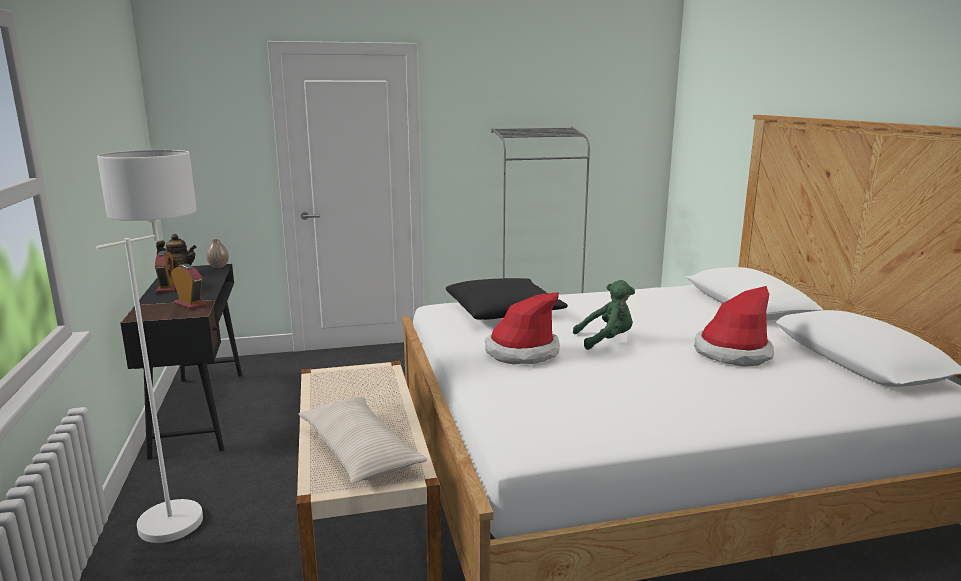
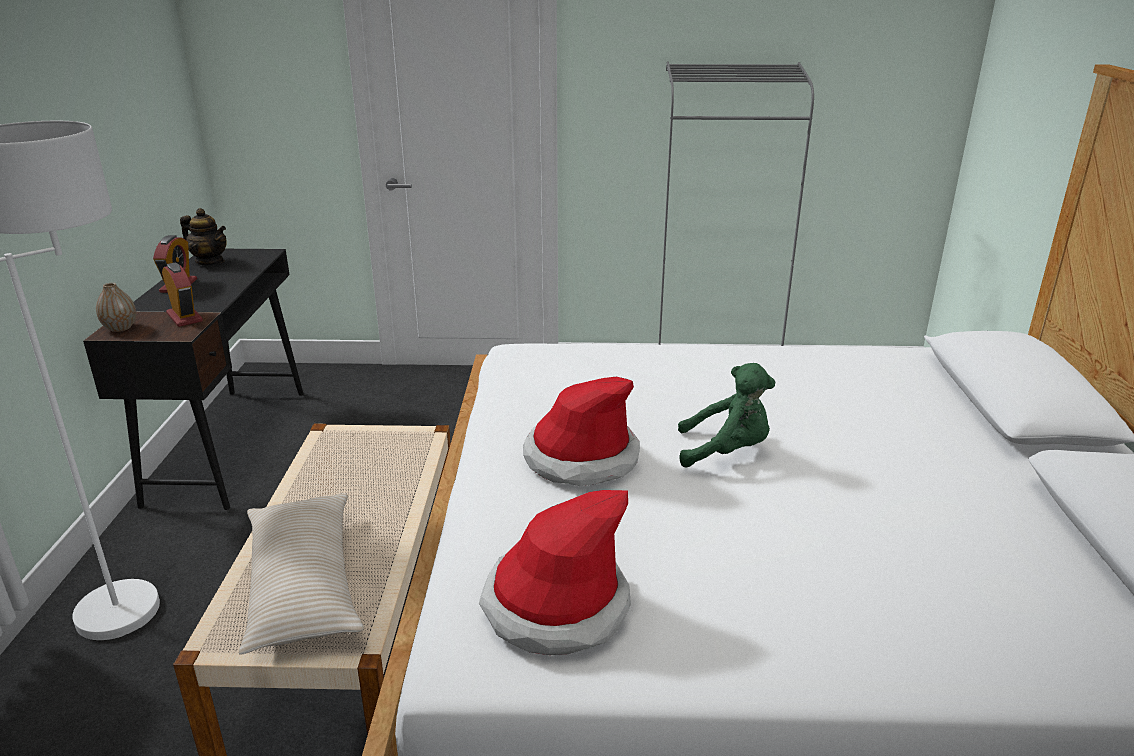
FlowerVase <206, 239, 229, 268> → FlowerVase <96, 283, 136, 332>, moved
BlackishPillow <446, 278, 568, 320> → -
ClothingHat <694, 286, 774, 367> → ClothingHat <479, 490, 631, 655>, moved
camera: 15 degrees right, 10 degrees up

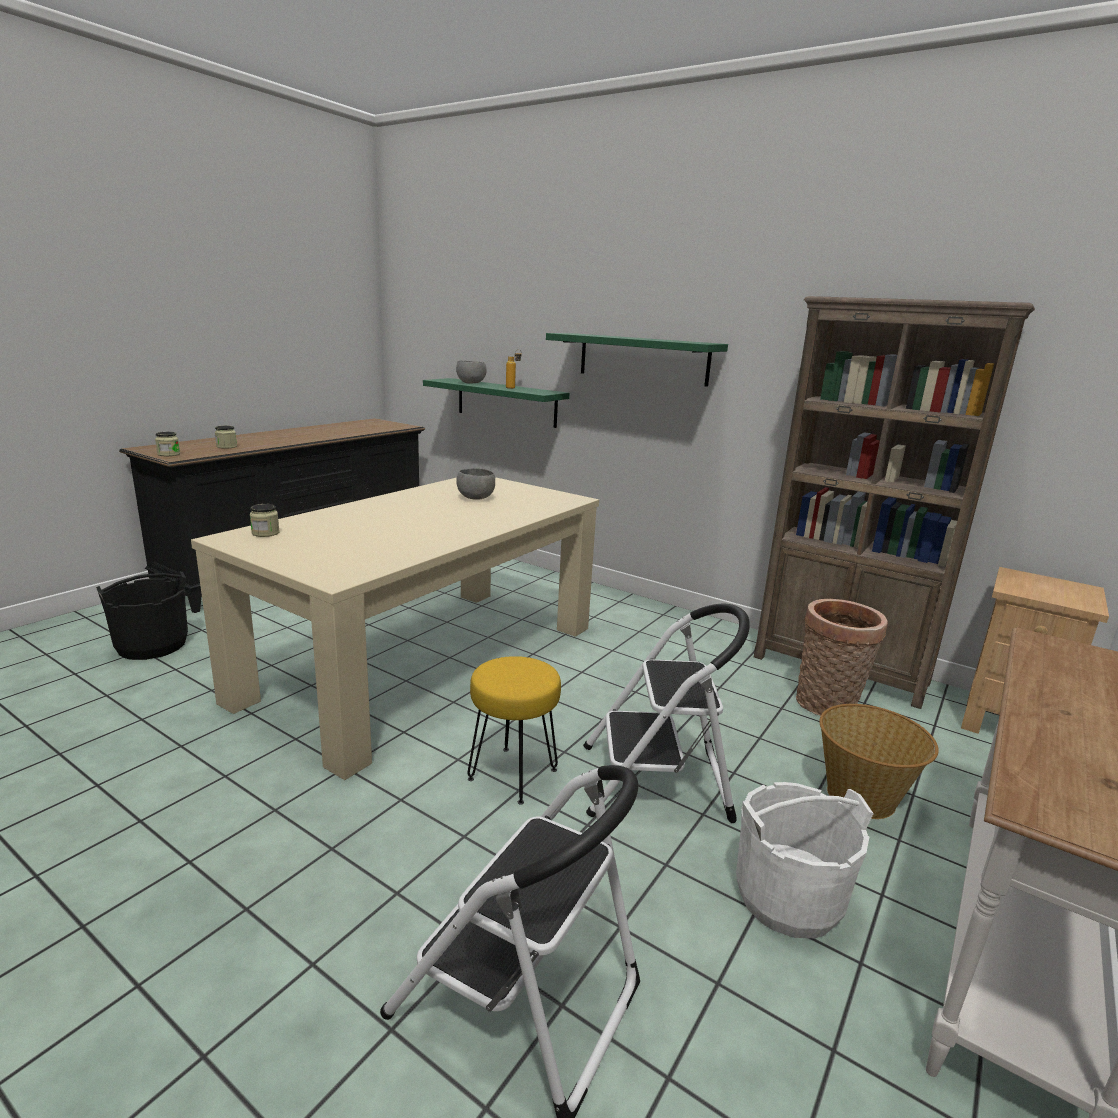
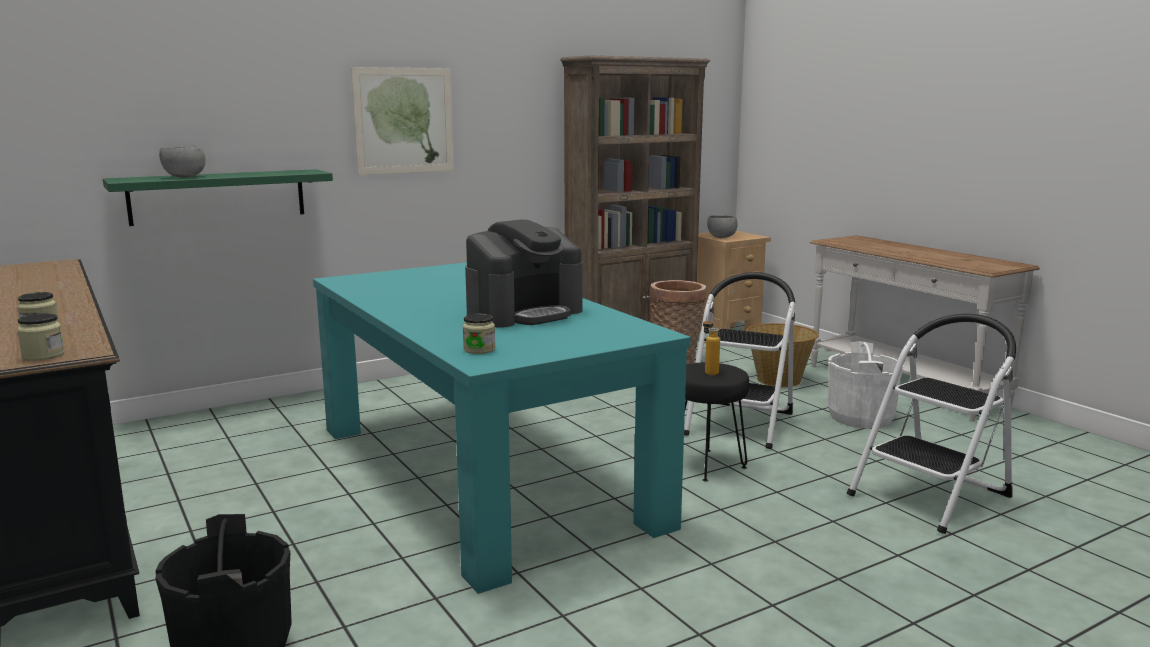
GreenShelf <546, 333, 728, 387> → Picture <351, 67, 454, 175>
BeverageBottle <506, 349, 522, 389> → BeverageBottle <703, 316, 720, 375>, moved
GrayBowl <456, 468, 495, 500> → GrayBowl <707, 215, 738, 238>, moved
BeigeDiningTable <191, 477, 599, 780> → TurquoiseDiningTable <313, 262, 691, 594>
YellowColouredStool <467, 656, 561, 805> → BlackishStool <685, 362, 749, 482>
- → CoffeeMaker <465, 220, 583, 328>
camera: 65 degrees left, 5 degrees down

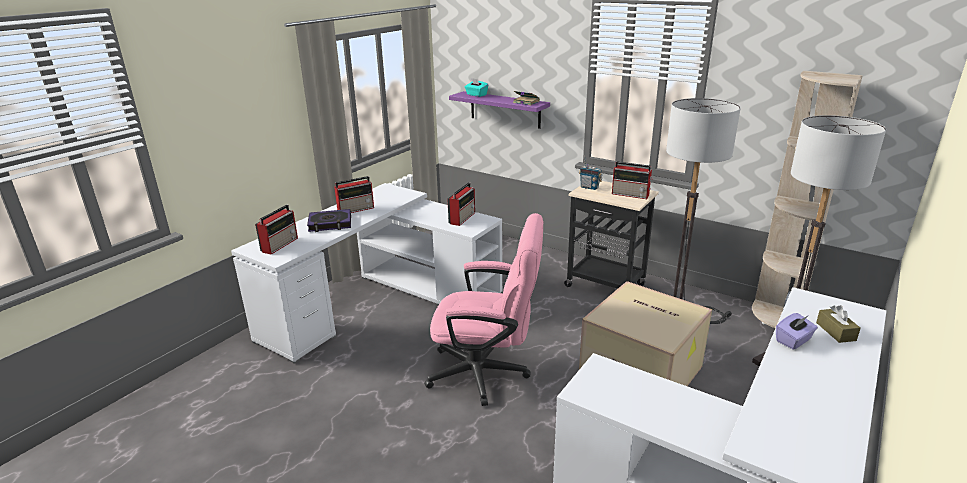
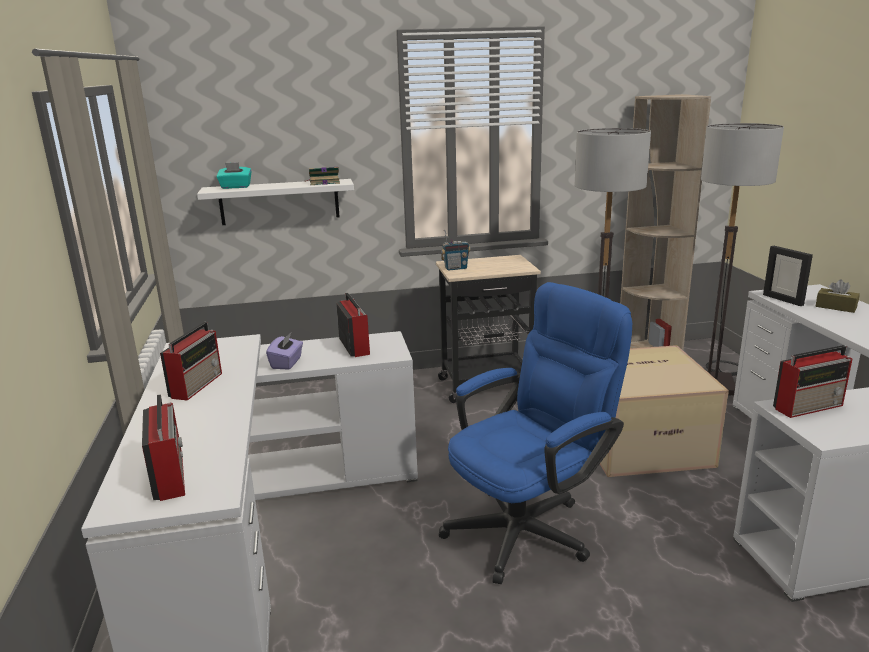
PurpleShelf <449, 91, 550, 129> → WhiteColouredShelf <197, 179, 354, 225>
RadioSet <612, 161, 653, 199> → RadioSet <773, 345, 852, 418>, moved
Volume <307, 209, 351, 232> → -
PinkishComputerChair <424, 213, 543, 406> → BlueComputerChair <439, 282, 632, 584>
PurpleBoxOfTissues <776, 313, 818, 350> → PurpleBoxOfTissues <266, 333, 303, 369>, moved
- → PhotoFrame <763, 246, 813, 306>
camera: 45 degrees left, 5 degrees down

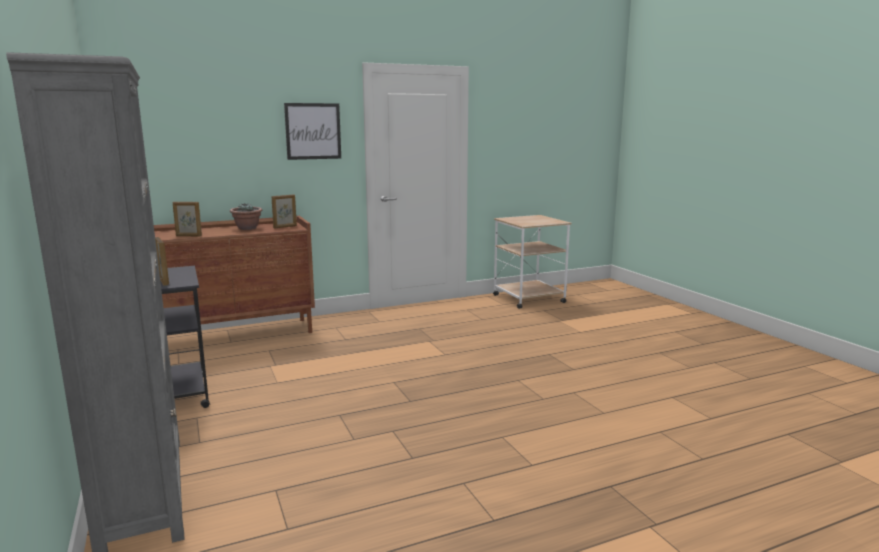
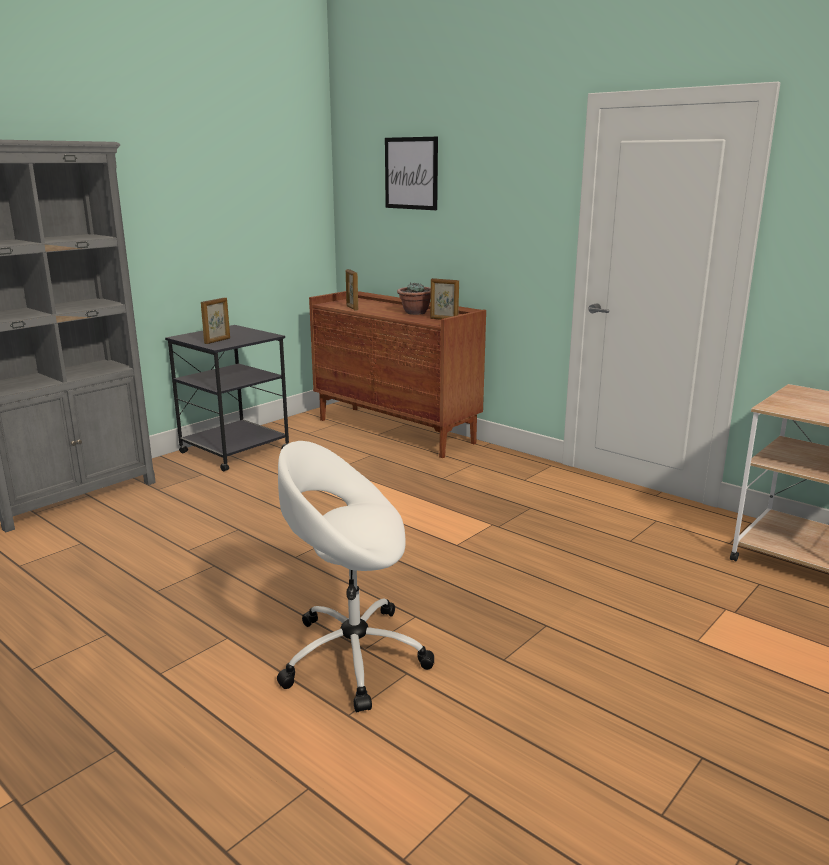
Picture <284, 103, 341, 160> → Picture <385, 137, 438, 210>, moved
- → WhiteColouredComputerChair <277, 441, 434, 712>
camera: 65 degrees right, 5 degrees up

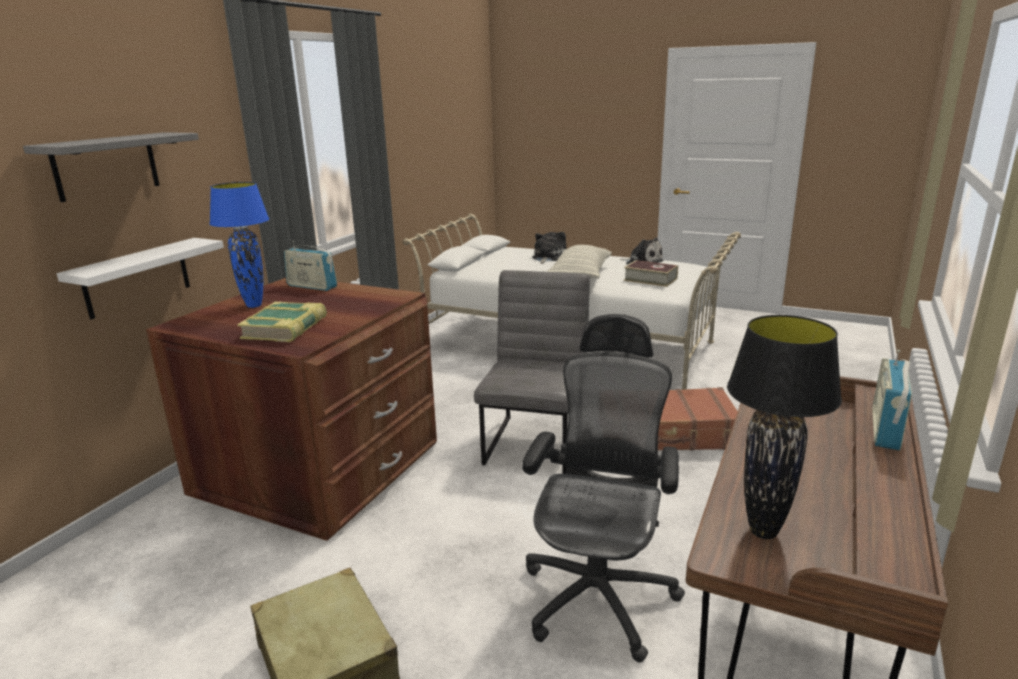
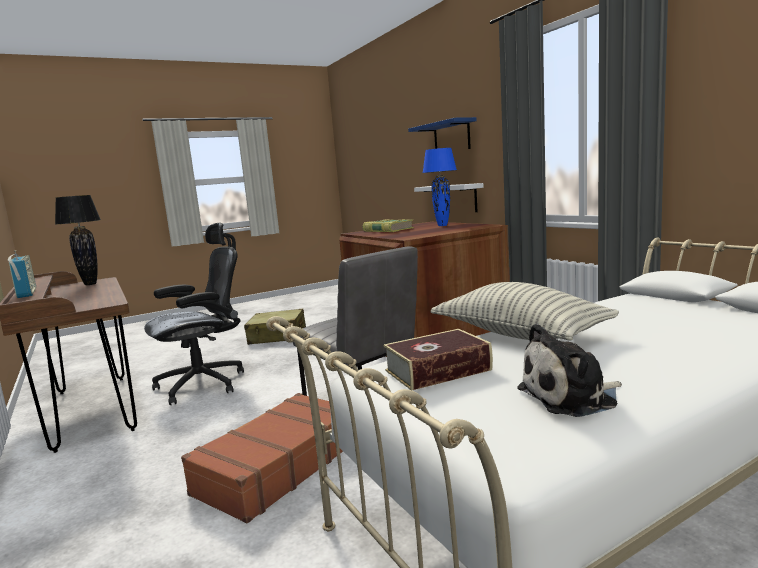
GrayShelf <23, 132, 199, 202> → BlueShelf <408, 117, 477, 149>
SoftToy <532, 232, 567, 264> → -
RadioSet <284, 241, 337, 291> → -
ComputerChair <522, 314, 685, 663> → ComputerChair <144, 223, 244, 405>, 90 degrees counterclockwise
camera: 125 degrees right, 10 degrees down

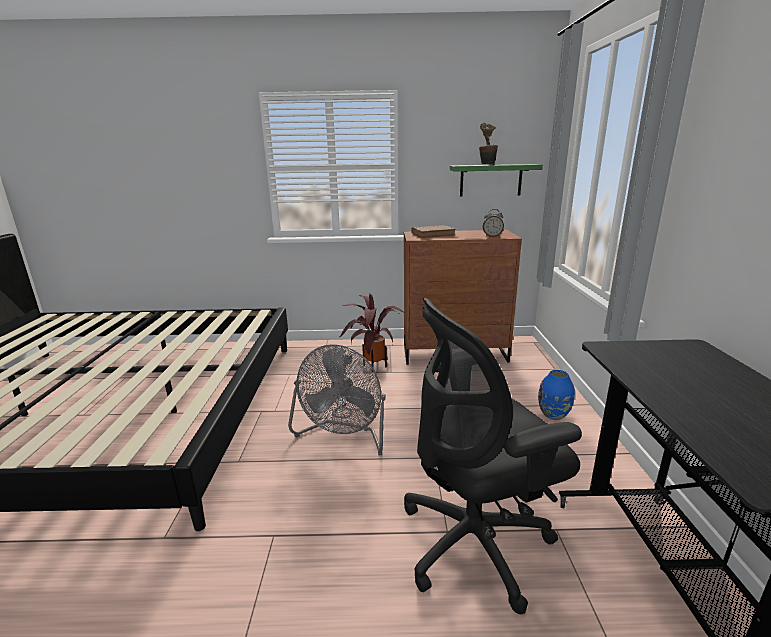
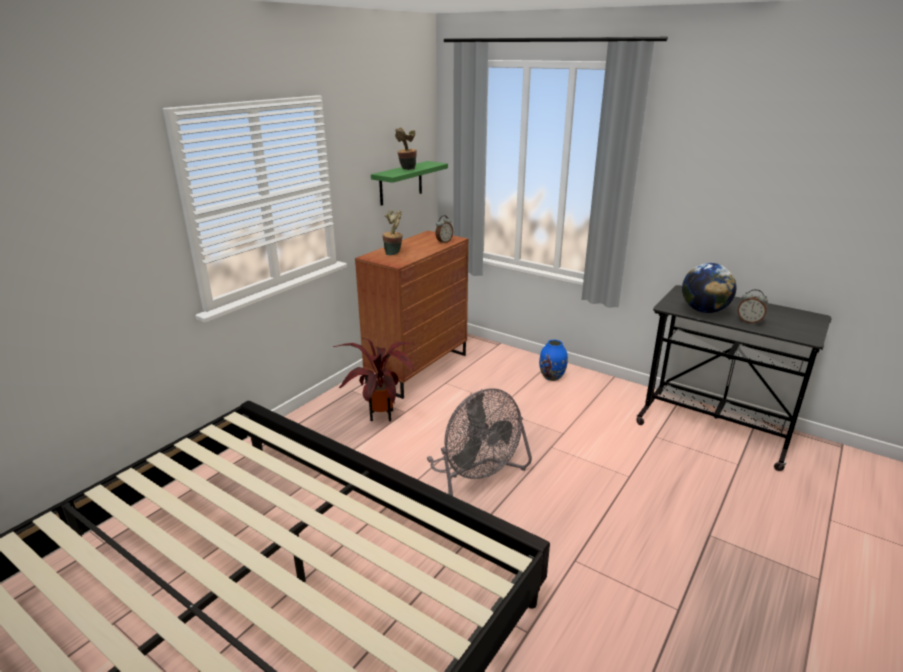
BrownColouredVolume <412, 225, 456, 238> → PlantInAPot <382, 210, 403, 256>
BlackishComputerChair <404, 298, 582, 614> → -
- → WorldGlobe <682, 263, 737, 313>
- → TableClock <738, 289, 768, 324>
camera: 55 degrees left, 5 degrees up

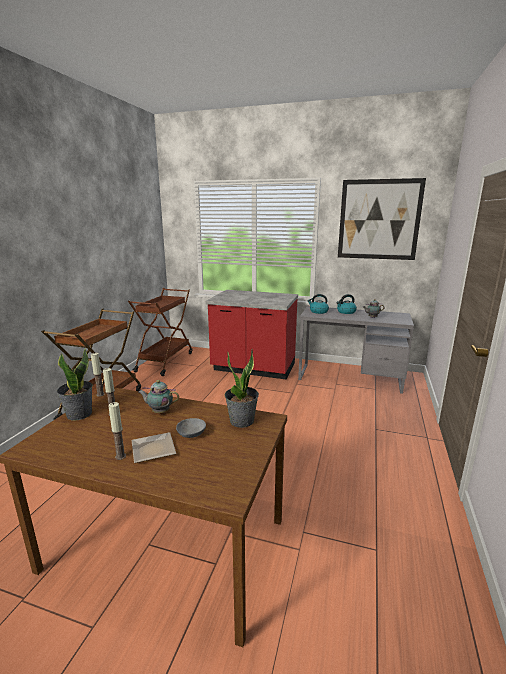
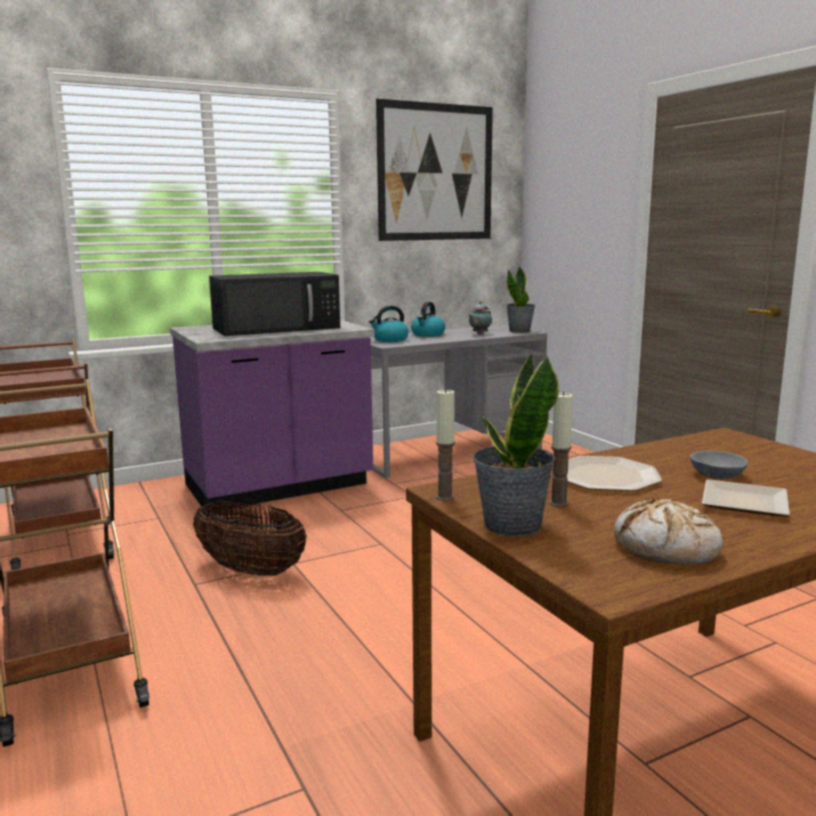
ReddishKitchenCounter <206, 290, 298, 379> → PurpleKitchenCounter <170, 320, 375, 509>
PlantInAPot <225, 349, 259, 428> → PlantInAPot <506, 266, 535, 333>, moved
TeaPot <138, 380, 179, 413> → FlatDish <567, 456, 662, 491>
Candle <108, 402, 126, 460> → -
- → BlackishMicrowaveOven <209, 272, 340, 336>
- → Bread <614, 498, 723, 564>
- → StorageBasket <193, 500, 307, 576>
camera: 45 degrees left, 5 degrees down

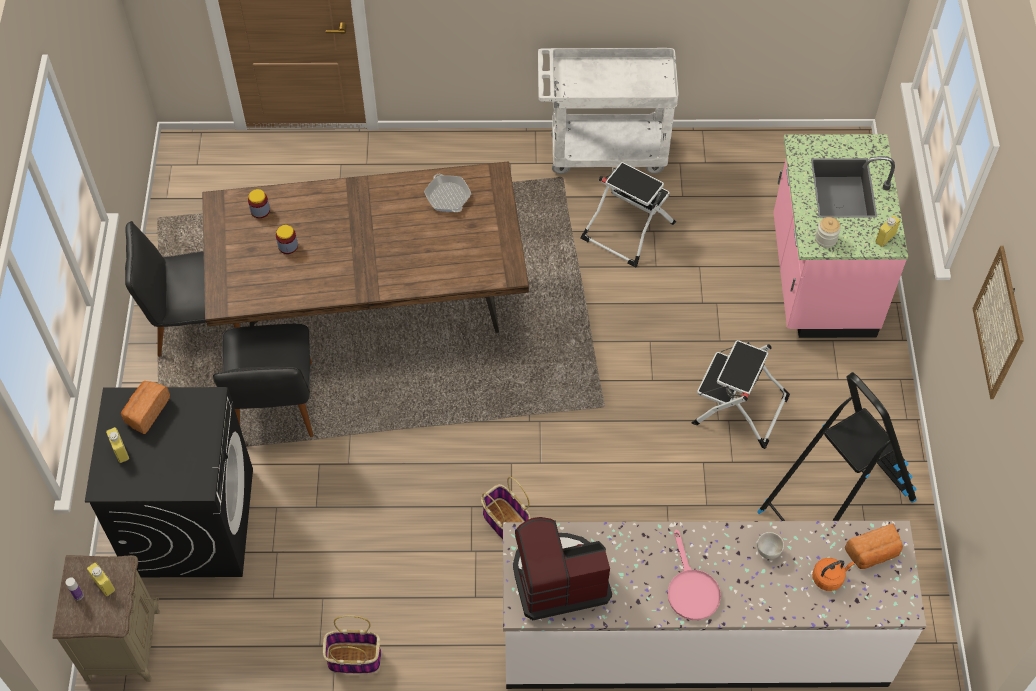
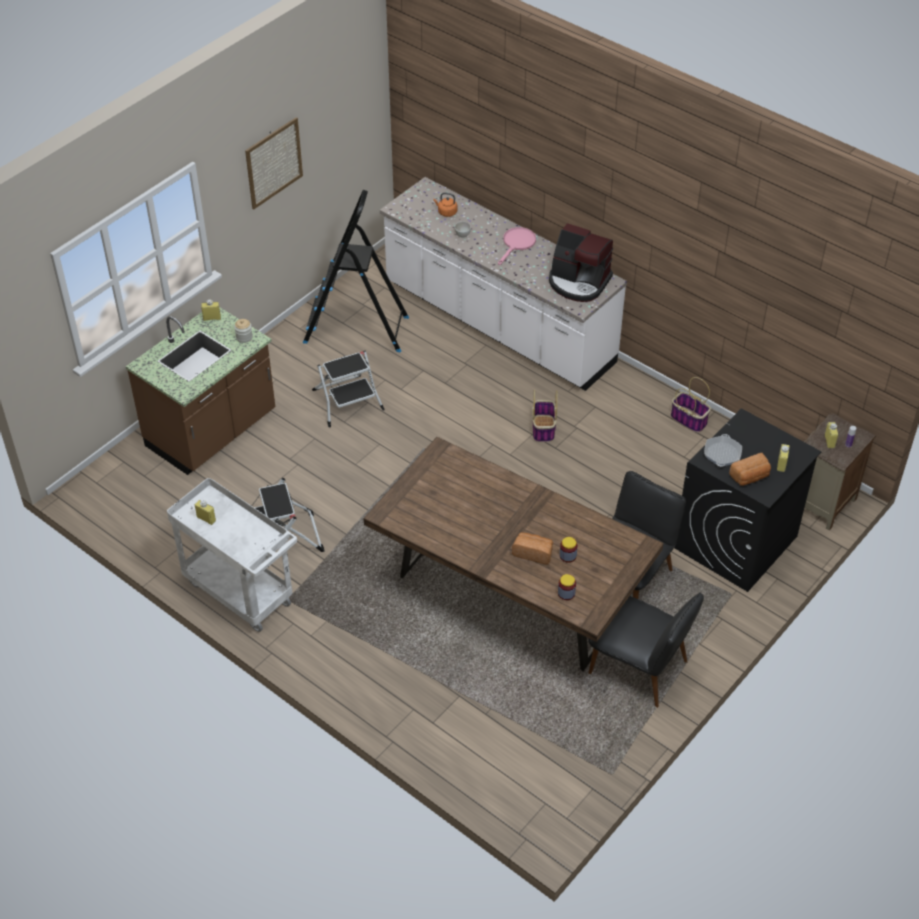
PinkishKitchenCounter <773, 134, 908, 338> → BrownColouredKitchenCounter <126, 307, 275, 475>
Pan <424, 174, 471, 212> → Pan <704, 434, 742, 467>, moved
Bread <845, 523, 903, 569> → Bread <512, 532, 553, 564>, moved
- → YellowColouredBeverageBottle <195, 500, 216, 525>
camera: 140 degrees left, 10 degrees down

